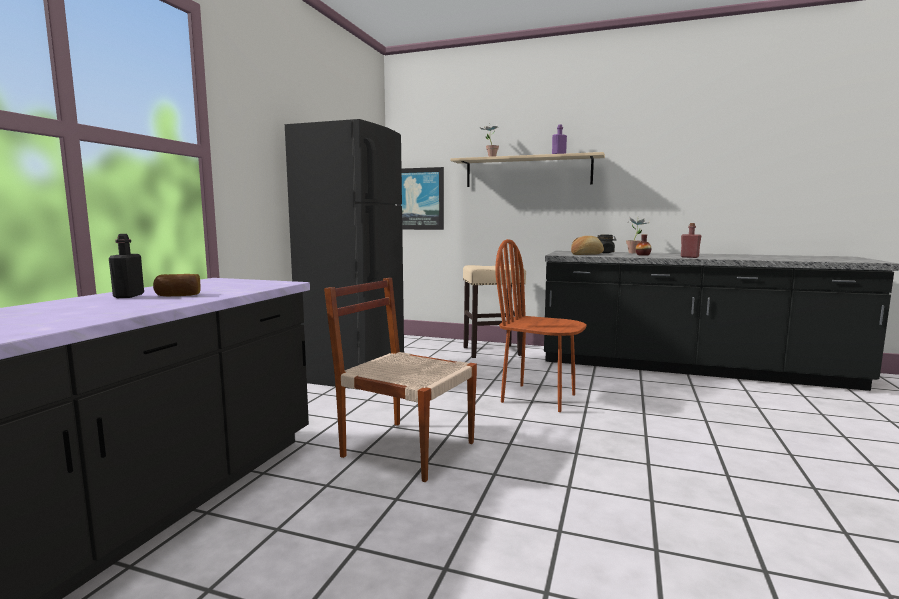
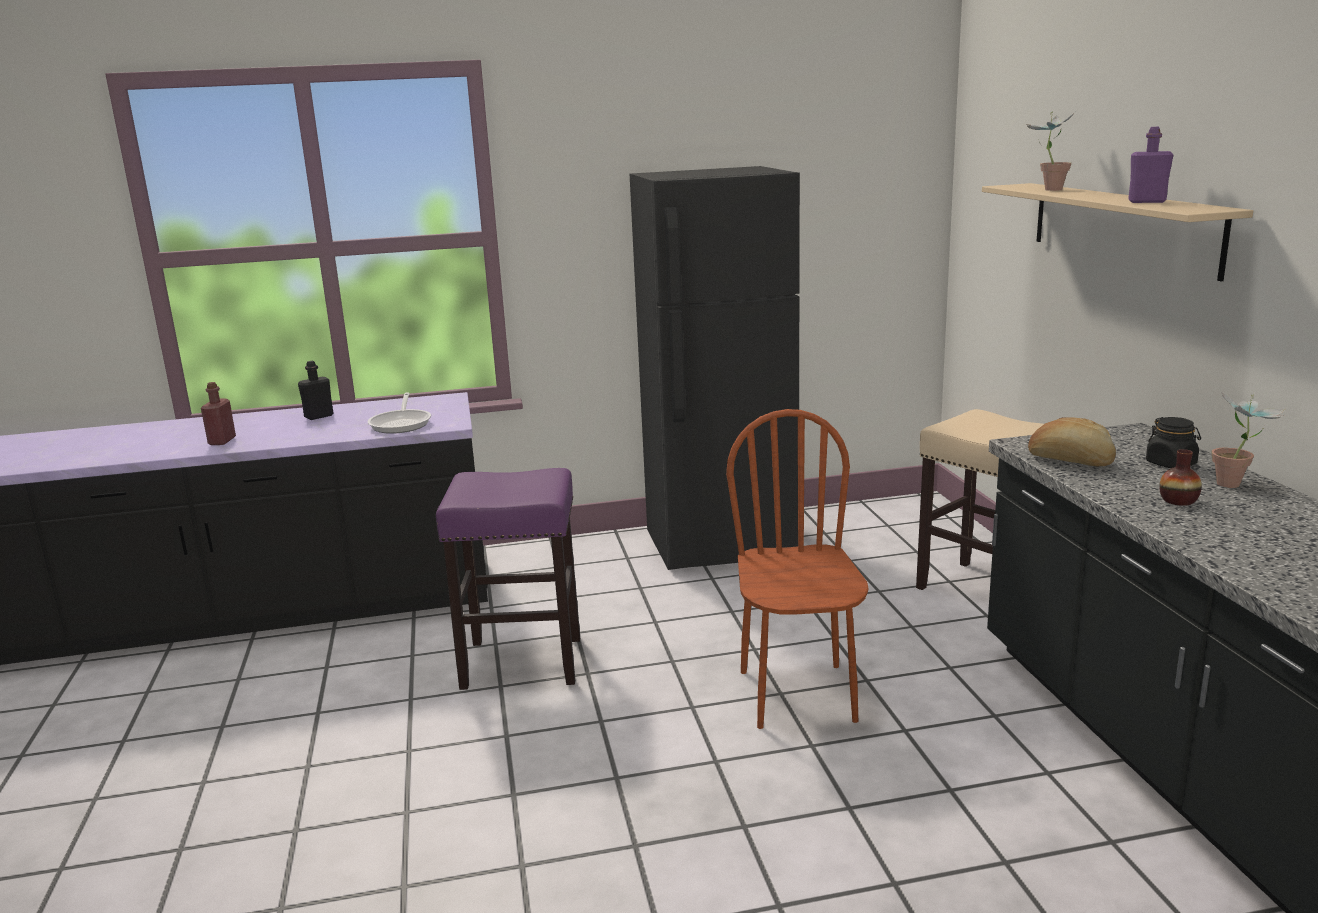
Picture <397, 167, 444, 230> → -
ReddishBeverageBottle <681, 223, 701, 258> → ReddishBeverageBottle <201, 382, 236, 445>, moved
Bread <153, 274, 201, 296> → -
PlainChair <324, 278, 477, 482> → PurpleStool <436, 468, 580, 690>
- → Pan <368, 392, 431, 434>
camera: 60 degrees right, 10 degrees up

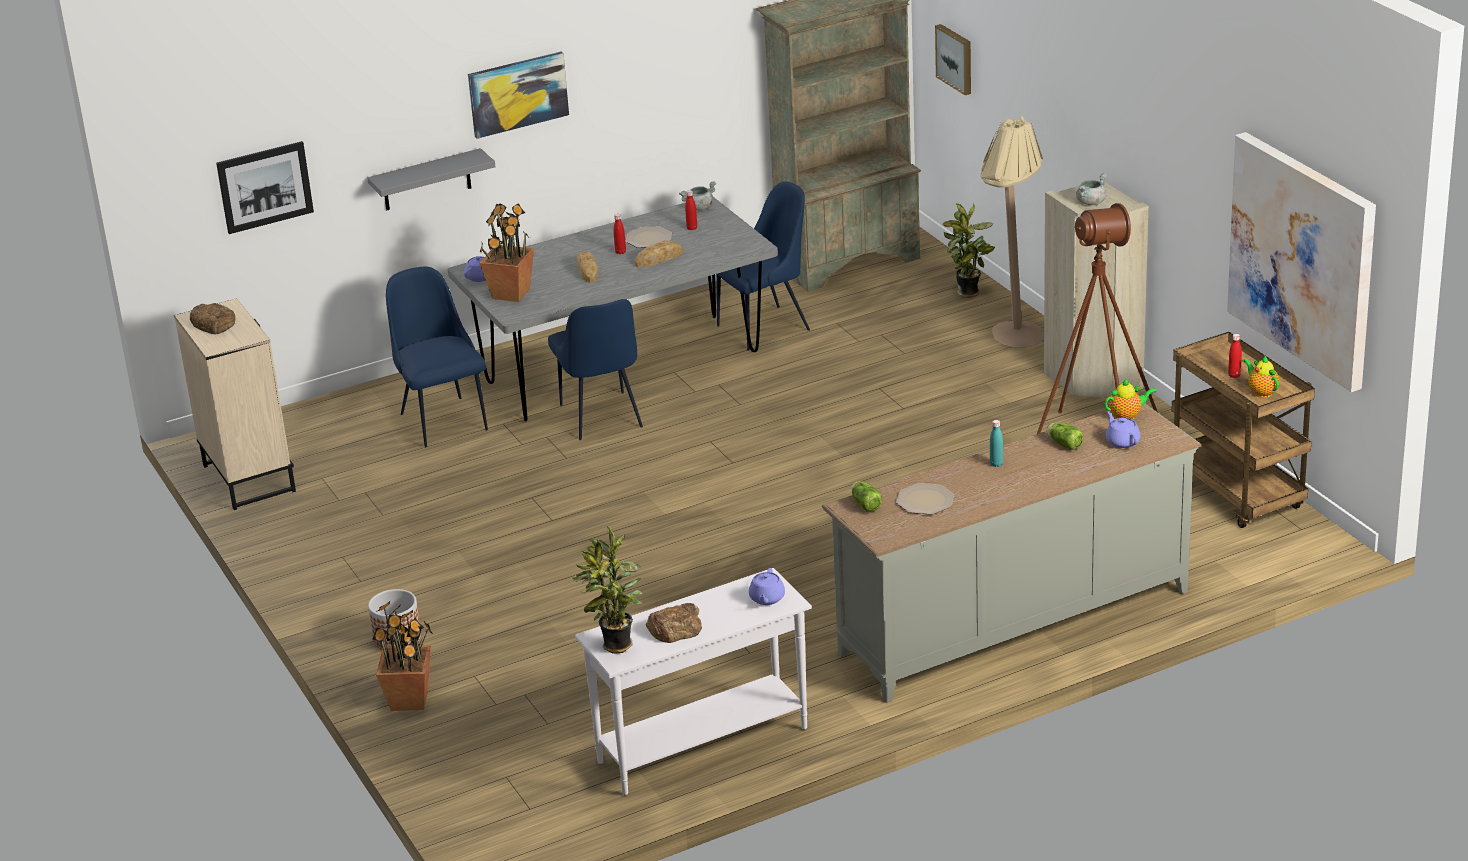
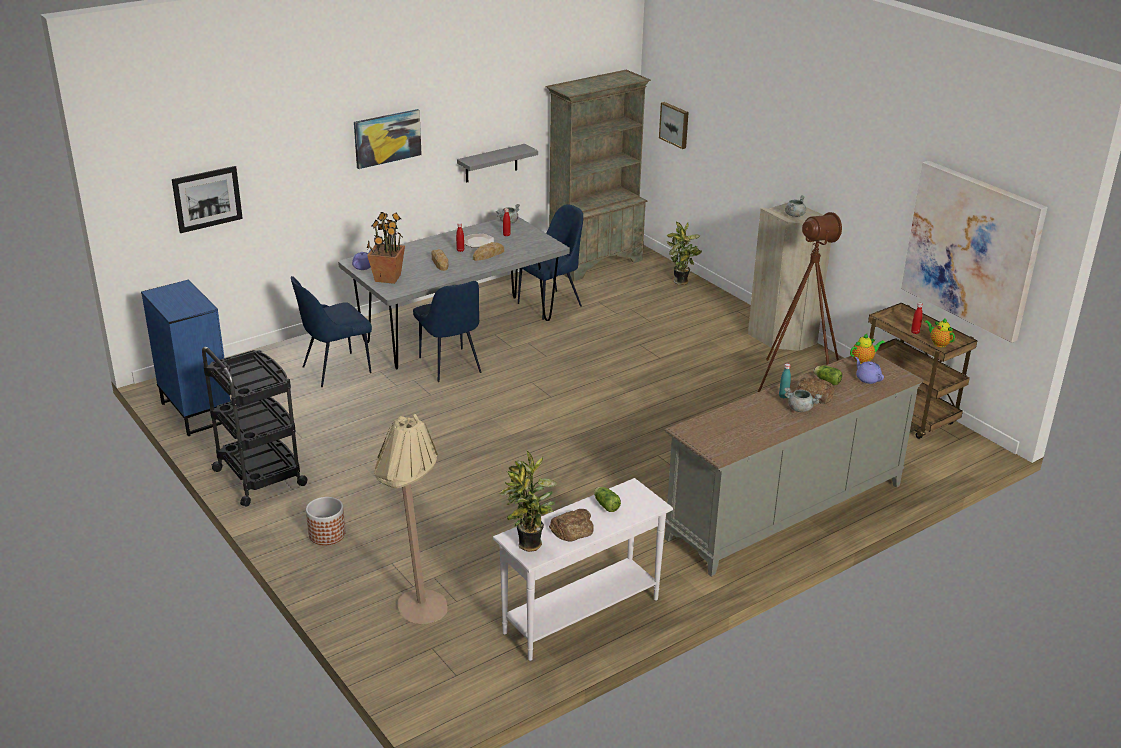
BeigeFloorLamp <980, 116, 1044, 348> → BeigeFloorLamp <374, 414, 448, 624>, moved
GrayShelf <367, 148, 496, 210> → GrayShelf <457, 144, 538, 183>, moved
BluePlainChair <386, 267, 488, 448> → BluePlainChair <291, 276, 372, 387>, 90 degrees counterclockwise
BeigeDresser <174, 298, 296, 510> → BlueDresser <141, 280, 232, 436>
Bread <190, 303, 235, 335> → Bread <797, 377, 834, 404>, moved
Lettuce <851, 481, 882, 512> → Lettuce <594, 487, 621, 512>, moved
FlatDish <896, 483, 955, 515> → -
PurpleTeaPot <749, 568, 785, 605> → -
PlantInAPot <372, 601, 434, 711> → -
- → BlackishWheeledCart <202, 347, 307, 507>
- → GrayStockpot <784, 387, 822, 412>
camera: 10 degrees left, 0 degrees up

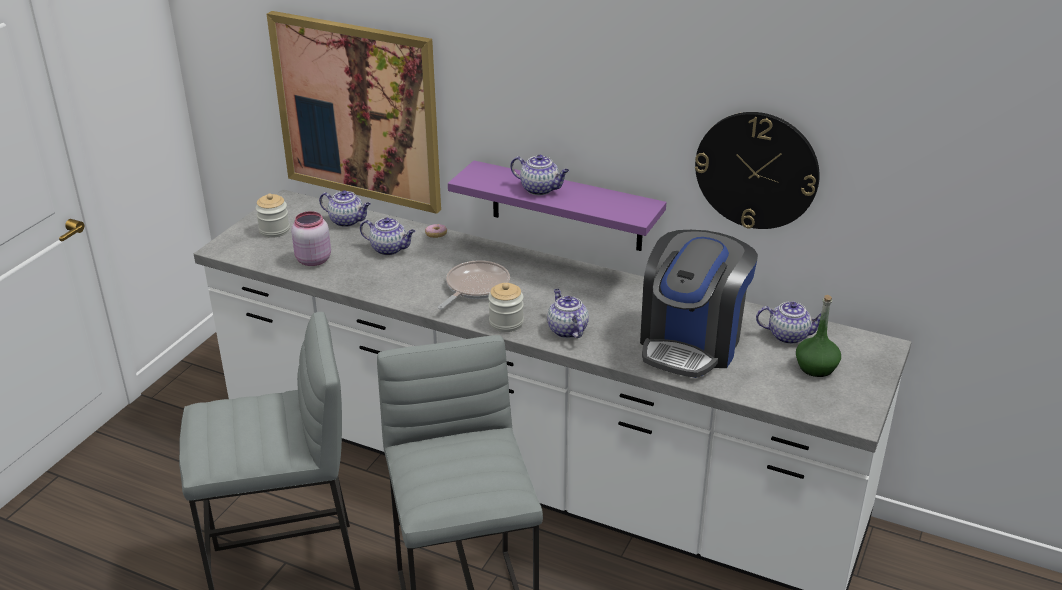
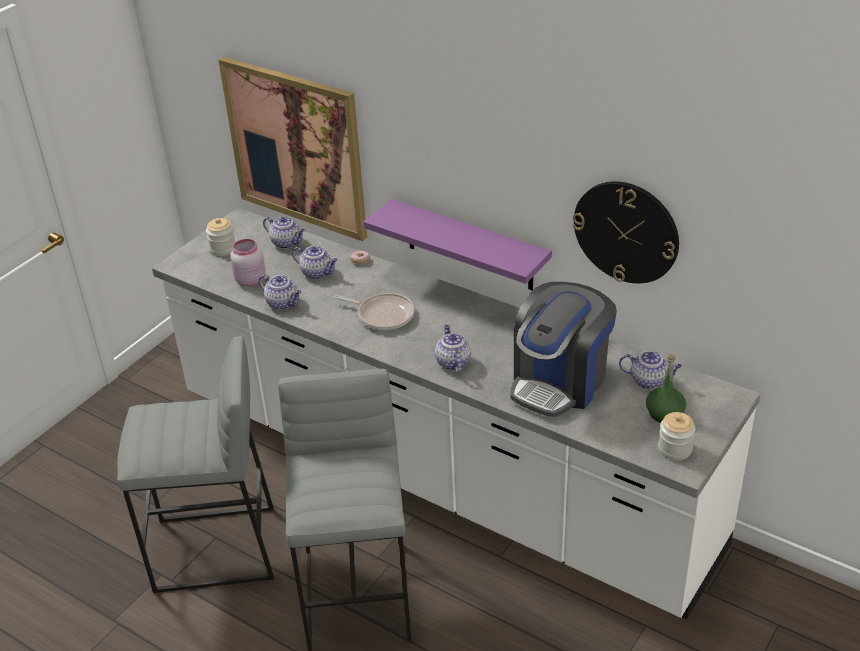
TeaPot <510, 155, 570, 195> → TeaPot <259, 275, 301, 310>, moved
Pan <438, 260, 510, 309> → Pan <334, 293, 415, 331>, 75 degrees clockwise
PreserveJar <488, 283, 524, 332> → PreserveJar <658, 412, 695, 460>, moved
camera: 10 degrees right, 5 degrees up

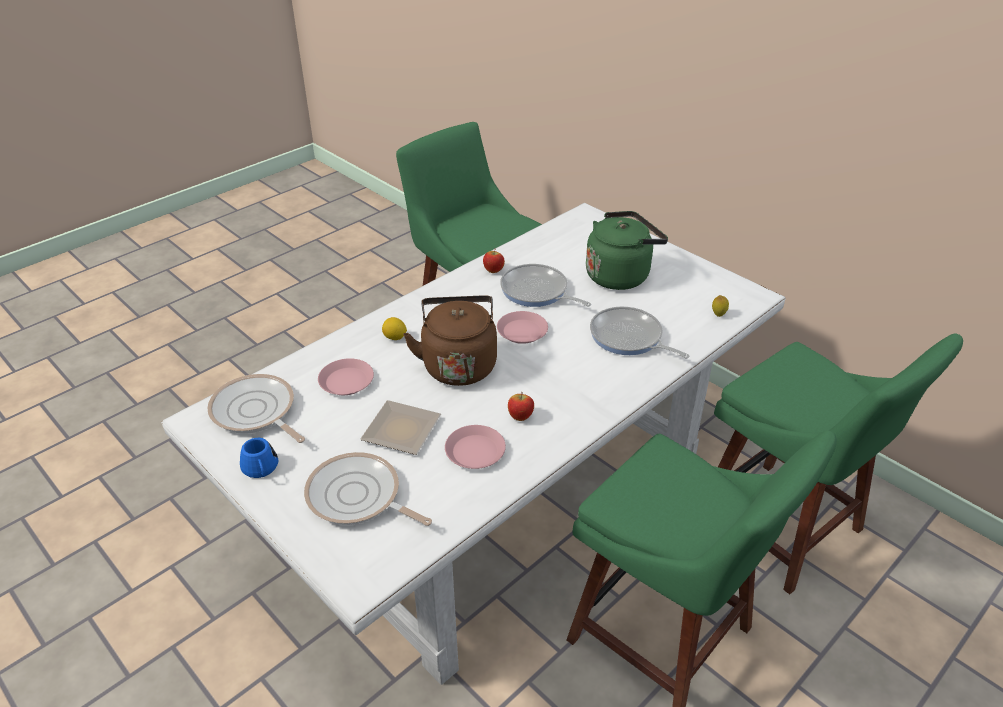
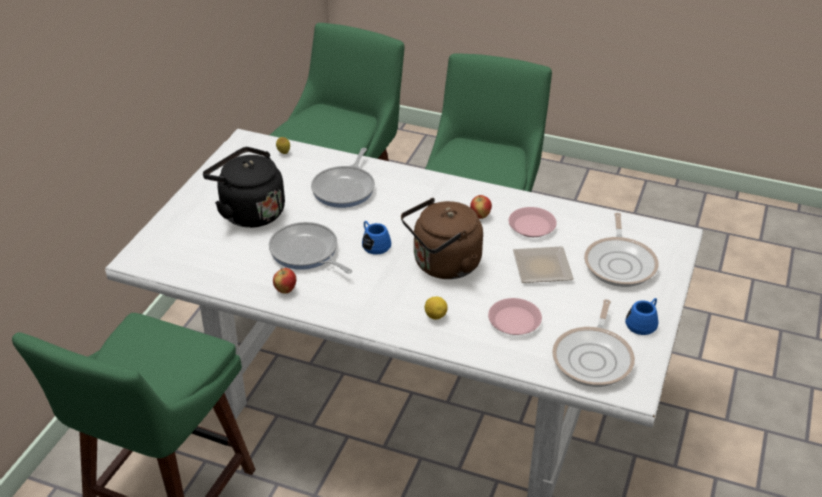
GreenKettle <586, 211, 668, 290> → BlackishKettle <203, 147, 285, 228>
Pan <500, 264, 591, 307> → Pan <269, 222, 352, 274>, 120 degrees clockwise
PinkishFlatDish <497, 311, 548, 344> → BlueCoffeeMug <362, 221, 391, 255>
camera: 115 degrees left, 0 degrees up

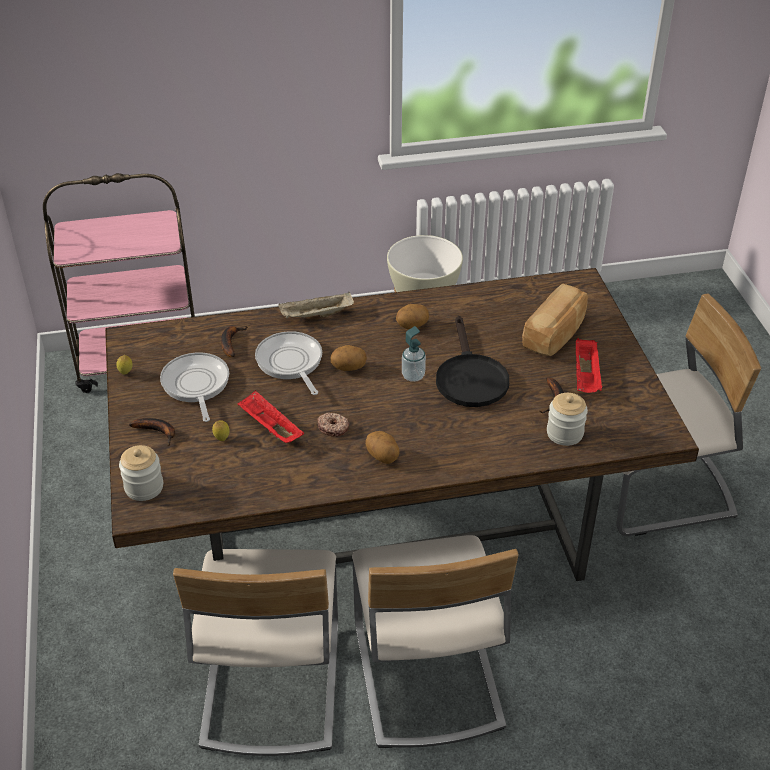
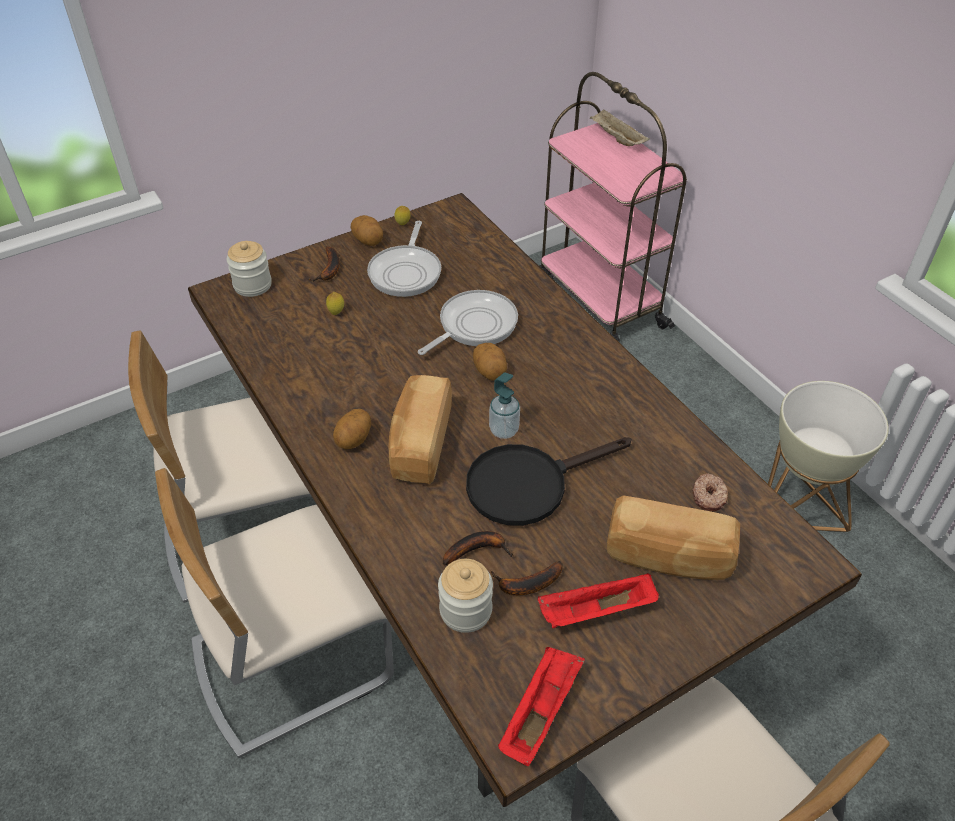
BeigeServingTray <278, 292, 354, 318> → BeigeServingTray <590, 110, 650, 146>, moved
WholePotato <396, 304, 429, 329> → WholePotato <350, 215, 383, 246>, moved
WholeBanana <221, 326, 247, 357> → WholeBanana <443, 531, 514, 566>, moved
Pan <160, 353, 229, 422> → Pan <367, 221, 441, 297>, 135 degrees clockwise
ReddishServingTray <237, 390, 304, 443> → ReddishServingTray <498, 647, 585, 766>, moved
Doughnut <317, 413, 350, 437> → Doughnut <692, 473, 728, 511>, moved
- → Bread <389, 375, 452, 484>
camera: 70 degrees right, 5 degrees up

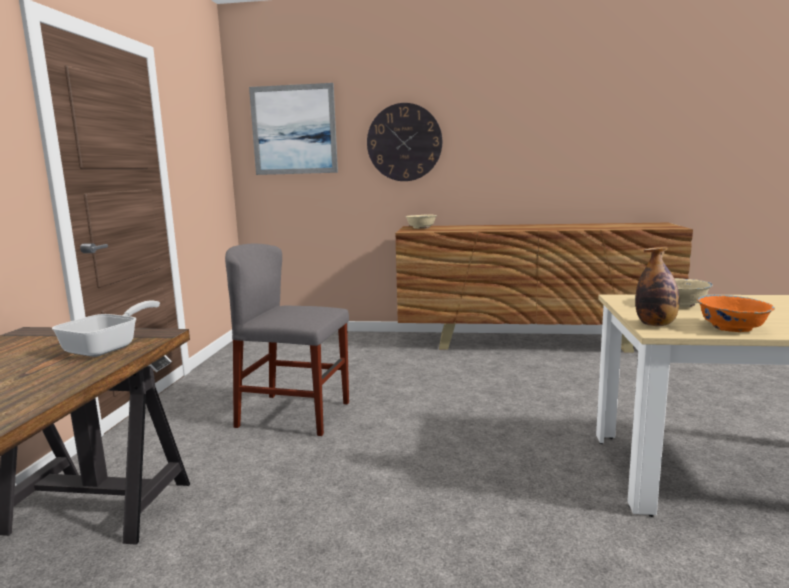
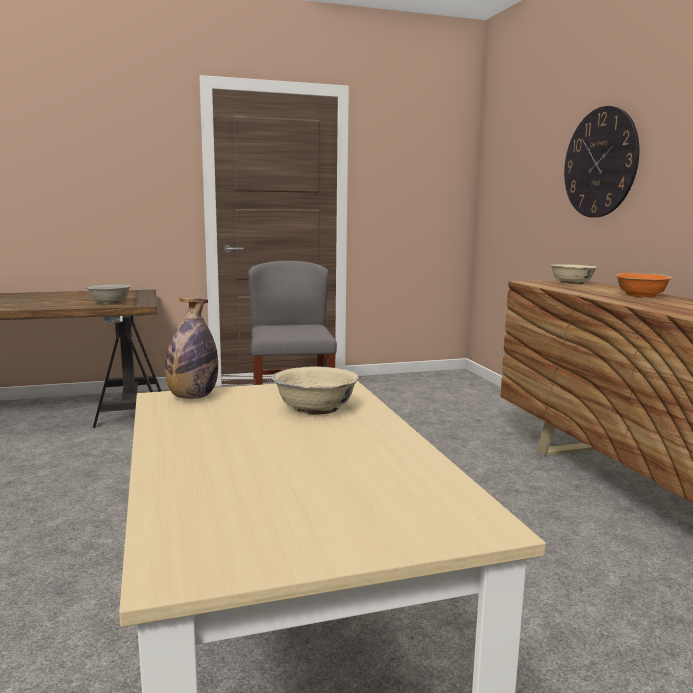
Picture <249, 83, 338, 175> → -
OrangeColouredBowl <697, 295, 775, 332> → OrangeColouredBowl <616, 273, 673, 298>, moved
Pan <52, 300, 160, 357> → WhiteColouredBowl <87, 284, 131, 304>
camera: 65 degrees right, 0 degrees up

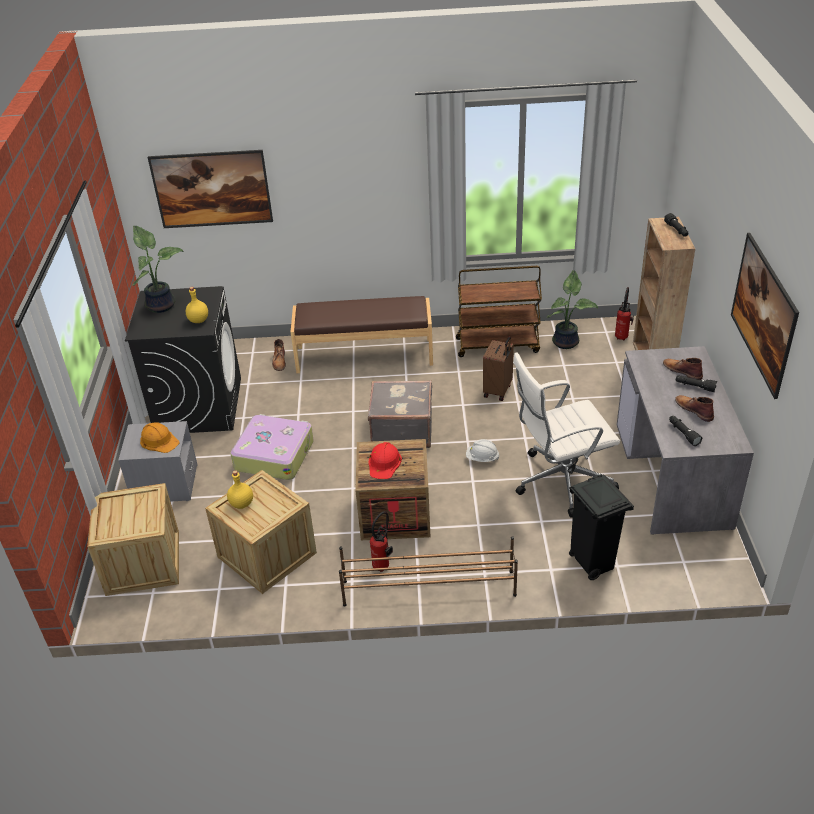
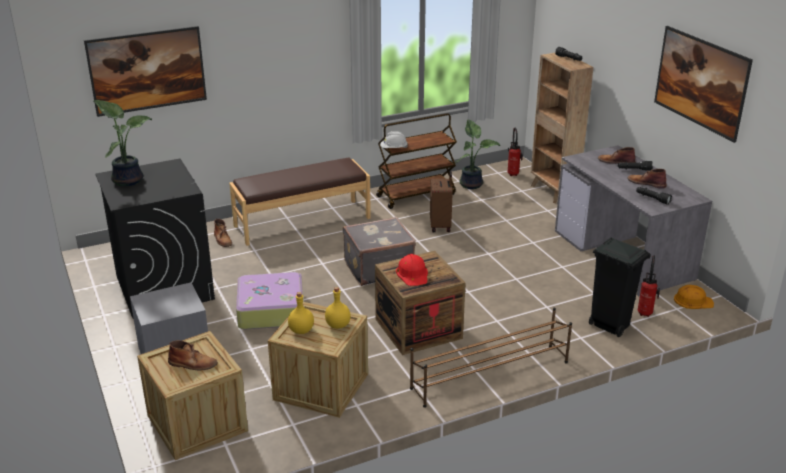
YellowColouredBeverageBottle <186, 287, 208, 323> → YellowColouredBeverageBottle <325, 287, 351, 329>, moved
WhiteColouredComputerChair <513, 352, 620, 518> → -
OrangeColouredHardHat <140, 422, 179, 453> → OrangeColouredHardHat <674, 285, 714, 309>, moved
WhiteColouredHardHat <466, 439, 499, 462> → WhiteColouredHardHat <380, 131, 408, 148>, moved
Extinguisher <370, 511, 393, 572> → Extinguisher <638, 255, 660, 317>, moved
- → BrownColouredHighTopBoot <168, 340, 218, 370>
camera: 25 degrees left, 10 degrees down

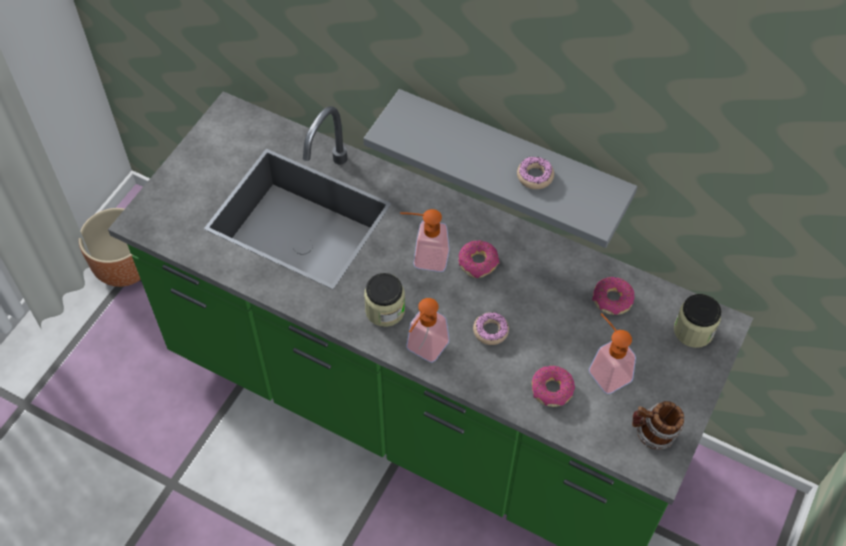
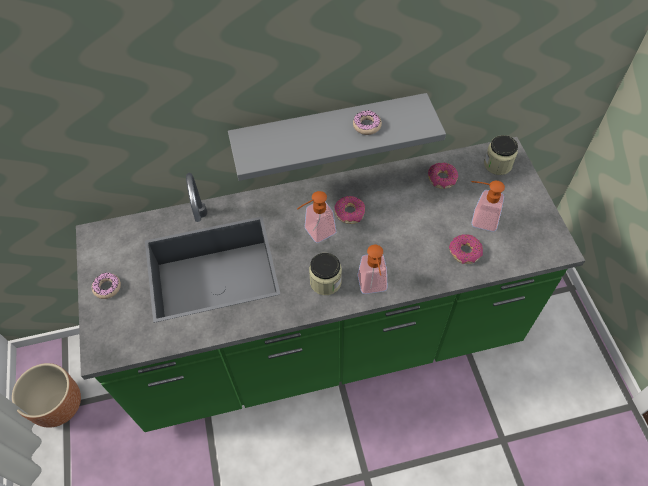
Doughnut <473, 312, 509, 345> → Doughnut <92, 272, 121, 299>, moved
CoffeeMug <632, 401, 684, 450> → -
camera: 40 degrees left, 0 degrees up

